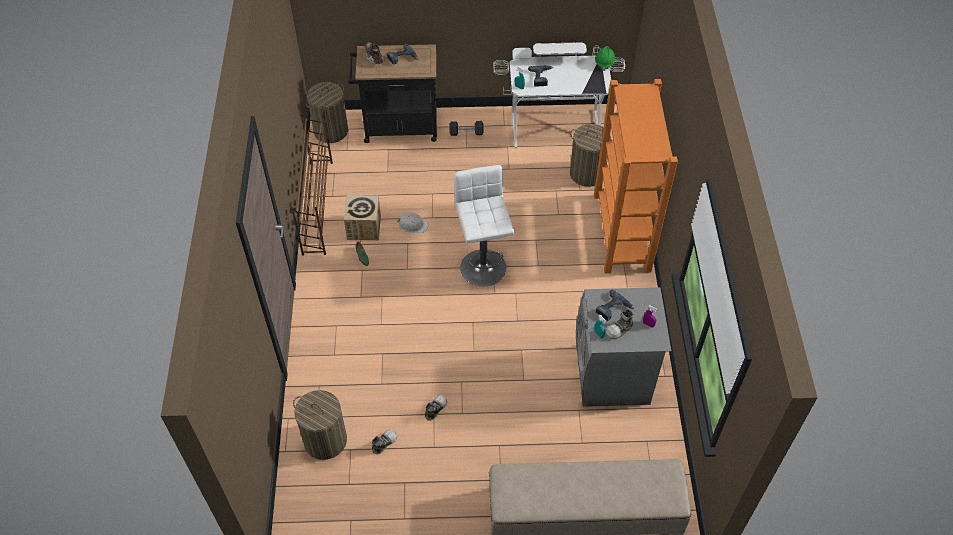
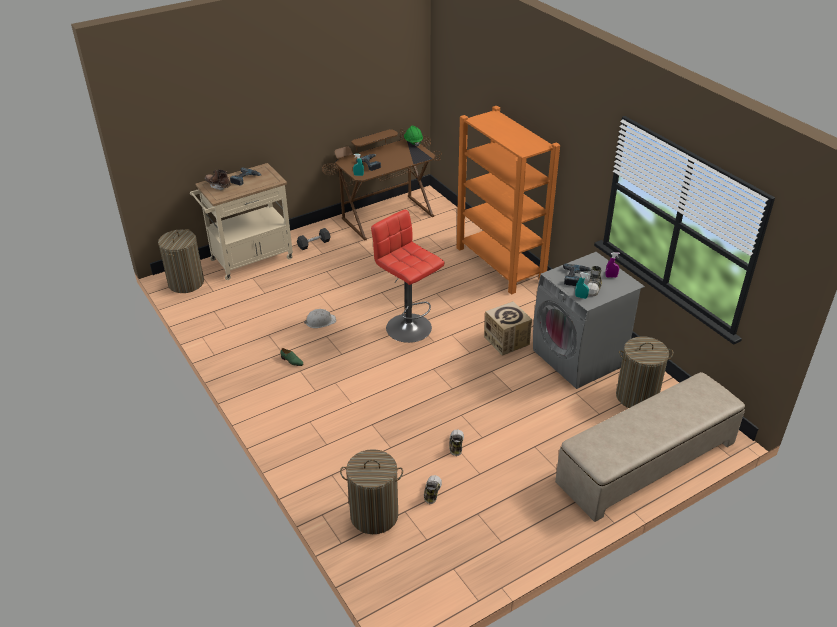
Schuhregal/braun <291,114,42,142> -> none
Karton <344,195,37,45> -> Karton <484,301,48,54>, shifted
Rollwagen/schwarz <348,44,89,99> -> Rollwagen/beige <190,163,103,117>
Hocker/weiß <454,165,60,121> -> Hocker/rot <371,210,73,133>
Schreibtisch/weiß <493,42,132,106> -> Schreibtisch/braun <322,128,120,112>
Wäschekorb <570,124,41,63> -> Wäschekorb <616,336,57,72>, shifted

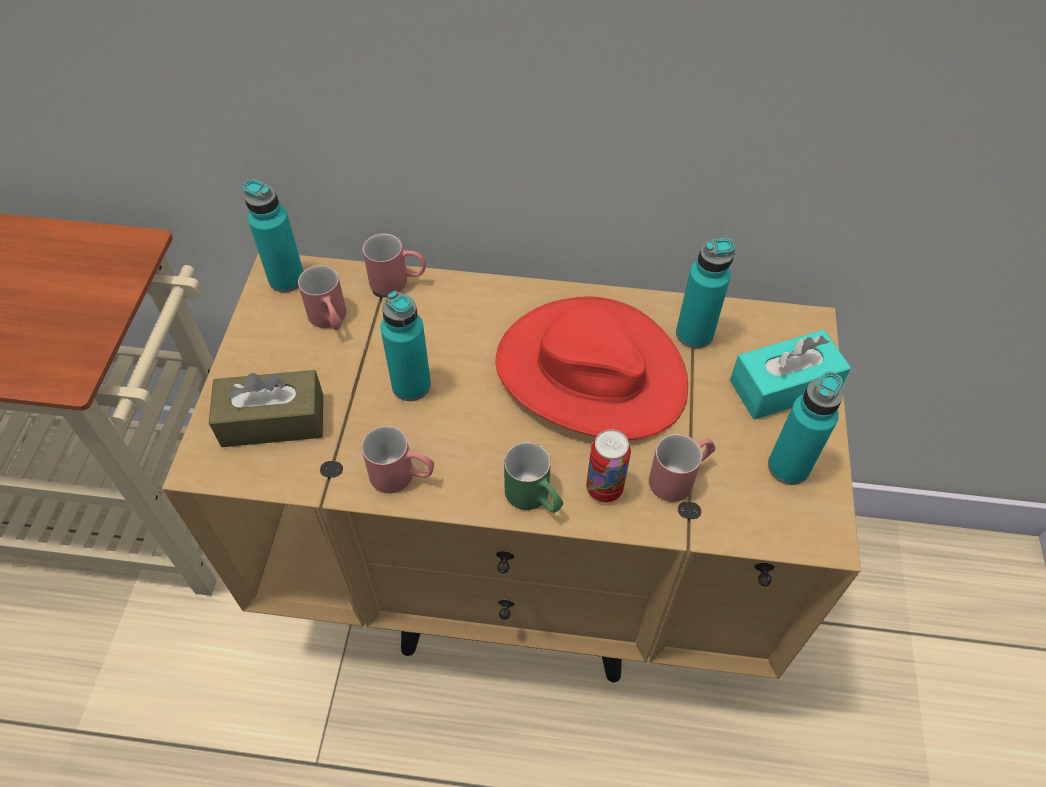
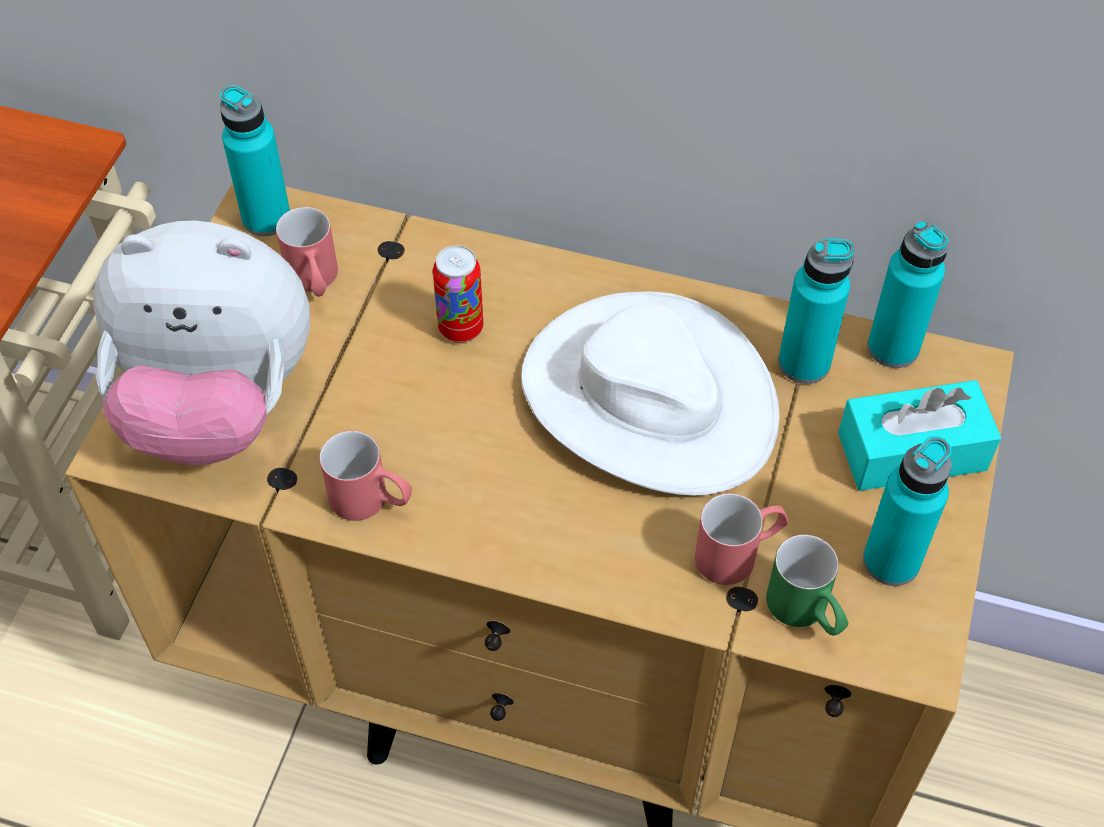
Taschentuchbox/braun <209,370,114,77> -> Plüschtier <93,221,217,244>
Henkelbecher/rot <363,234,63,61> -> none
Flasche/türkis <380,291,51,110> -> Flasche/türkis <867,221,81,147>, shifted
Hut/rot <496,296,192,144> -> Hut/weiß <521,291,259,205>
Henkelbecher/grün <504,442,59,71> -> Henkelbecher/grün <766,534,82,102>, shifted
Dose <586,429,45,74> -> Dose <433,245,50,98>, shifted

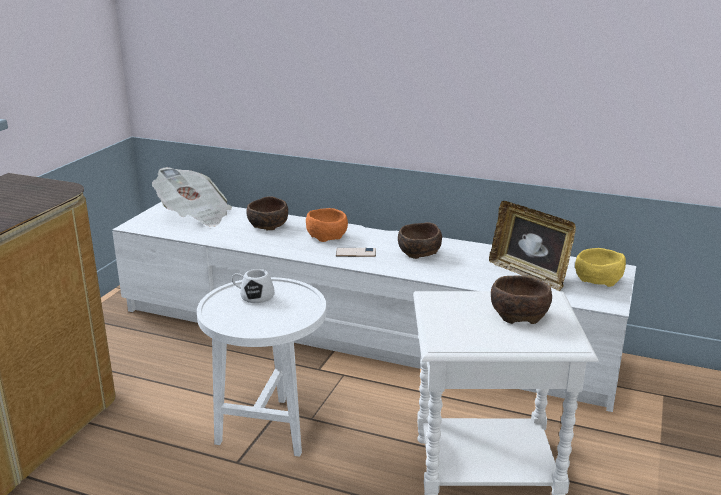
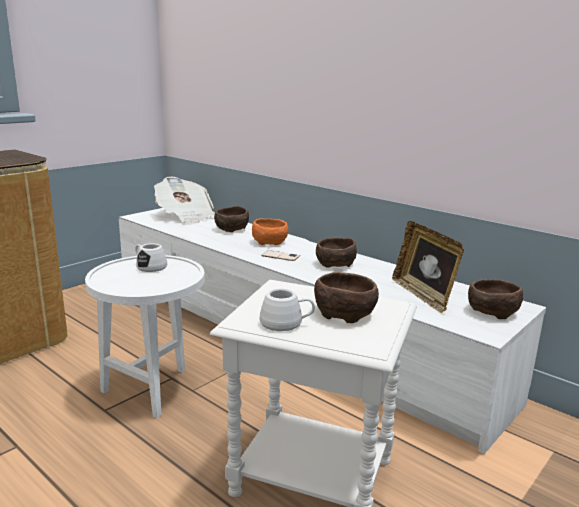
Schüssel/gelb <575,248,51,39> -> Schüssel/braun <468,279,55,40>
none -> Henkelbecher/weiß <259,289,56,42>

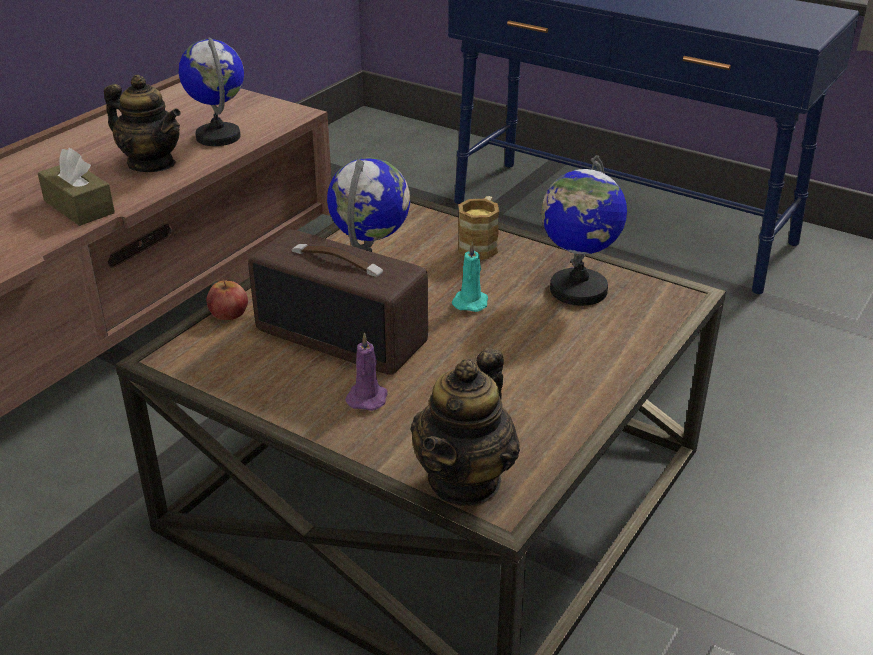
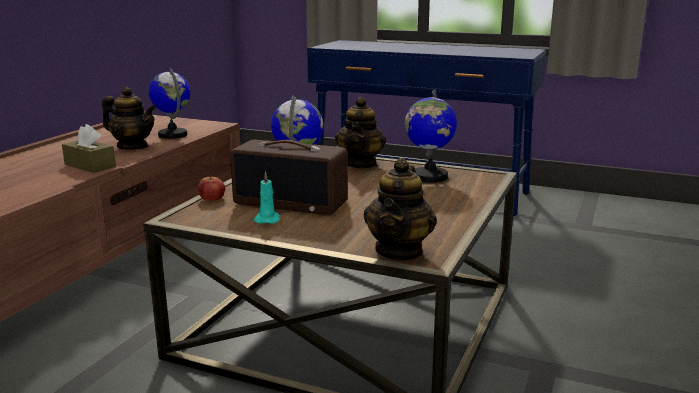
Kerze/lila <345,332,43,79> -> none
Kerze/türkis <452,242,36,70> -> Kerze/türkis <254,171,26,53>, shifted
Henkelbecher <458,196,41,63> -> Teekanne <335,97,51,72>

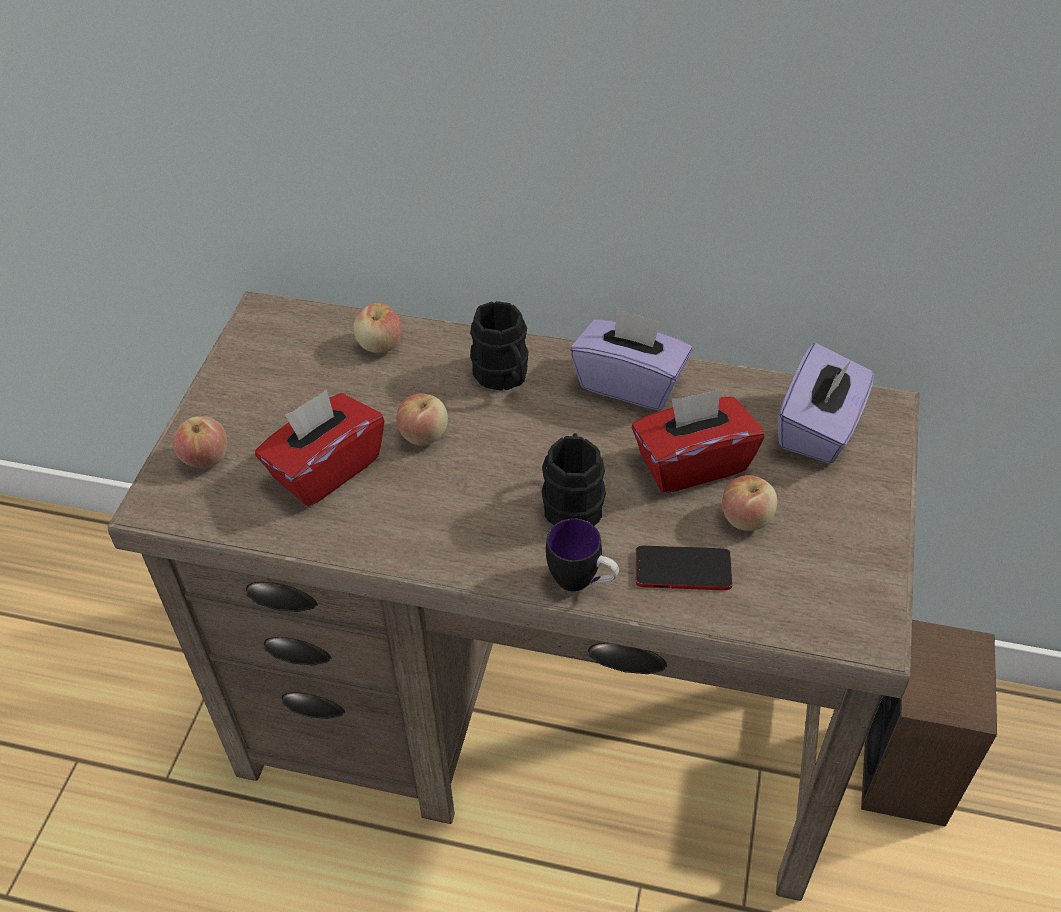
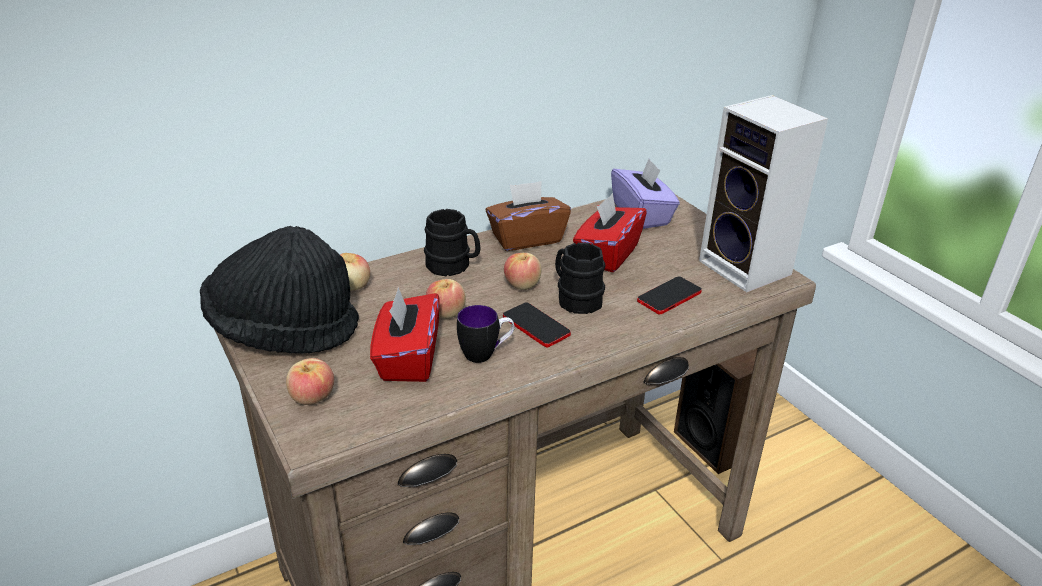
Henkelbecher <546,519,73,72> -> Henkelbecher <457,305,58,58>, shifted
Taschentuchbox/lila <570,308,122,102> -> Taschentuchbox/braun <486,181,85,70>
Apfel <722,475,55,56> -> Apfel <504,253,38,37>, shifted
none -> Hut/schwarz <200,226,159,128>
none -> Handy <503,302,68,45>
none -> Lautsprecher <699,95,129,197>

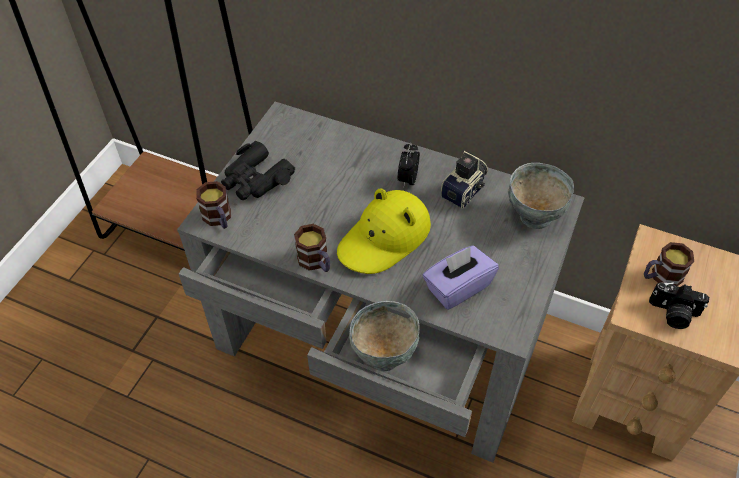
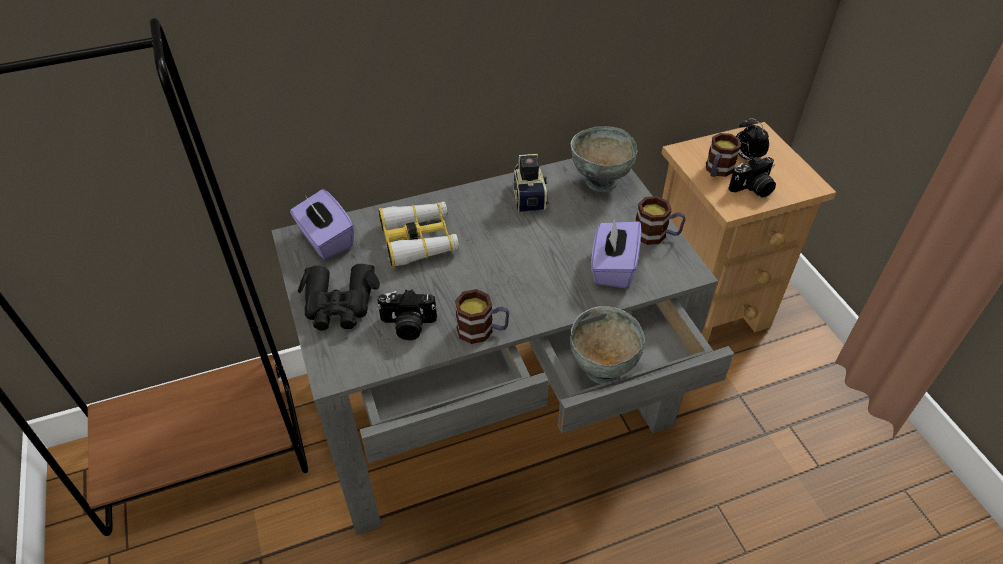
Henkelbecher <196,181,35,48> -> Henkelbecher <636,196,50,49>, shifted
Hut/gelb <337,189,94,85> -> none
Wecker <398,143,22,44> -> Wecker <736,118,33,42>, shifted
none -> Taschentuchbox/lila <290,189,64,70>
none -> Kamera <377,290,60,50>
none -> Fernglas <378,201,81,67>

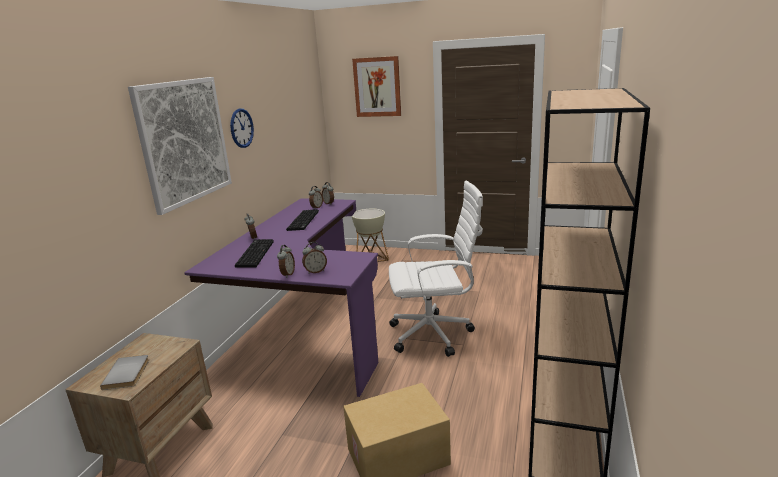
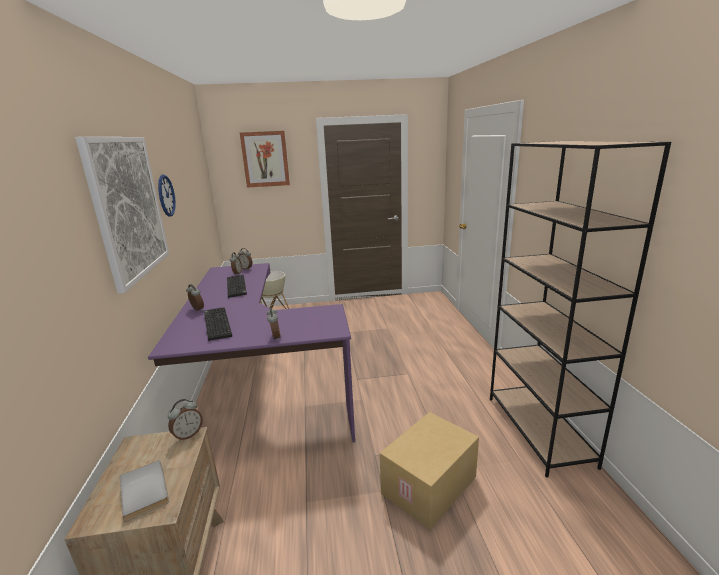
Wecker <302,242,25,32> -> Wecker <168,399,35,42>, shifted
Bürostuhl/weiß <389,181,94,176> -> none

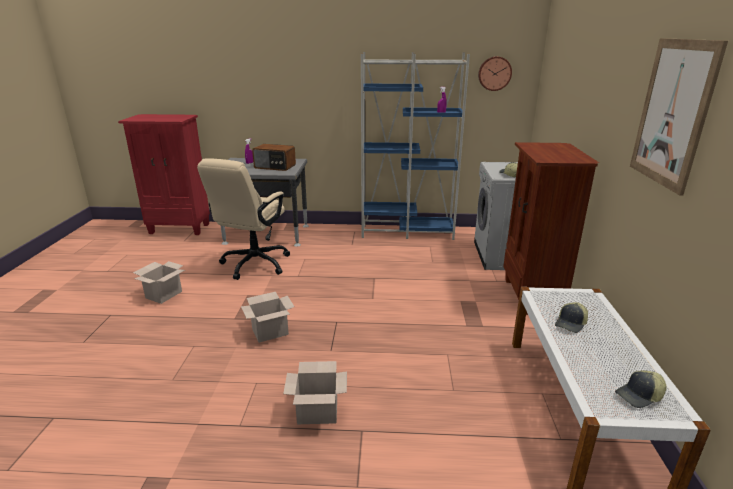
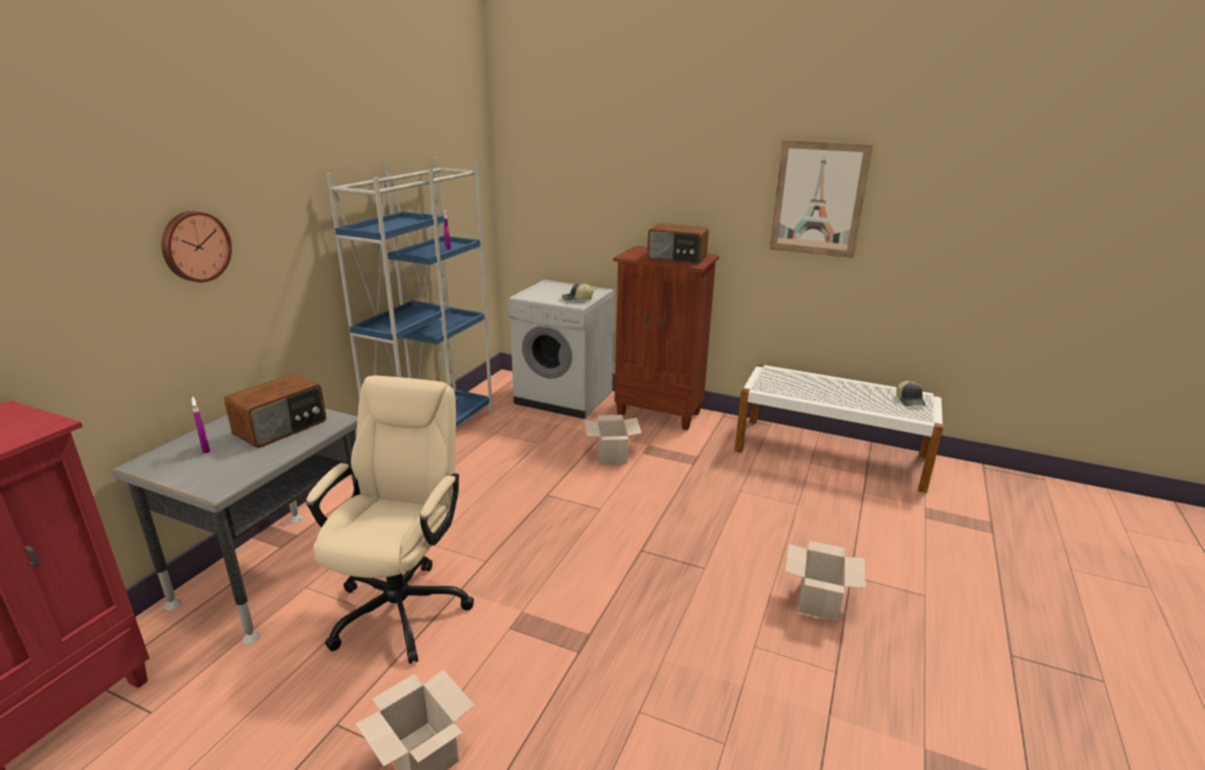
Bürostuhl/beige <197,158,93,122> -> Bürostuhl/beige <306,376,168,288>, 120 degrees counterclockwise
Karton <241,292,54,51> -> Karton <584,415,58,50>, shifted
Wanduhr <478,56,34,35> -> Wanduhr <162,211,70,71>, shifted
Kappe <555,302,33,31> -> none
none -> Radio <647,223,62,42>

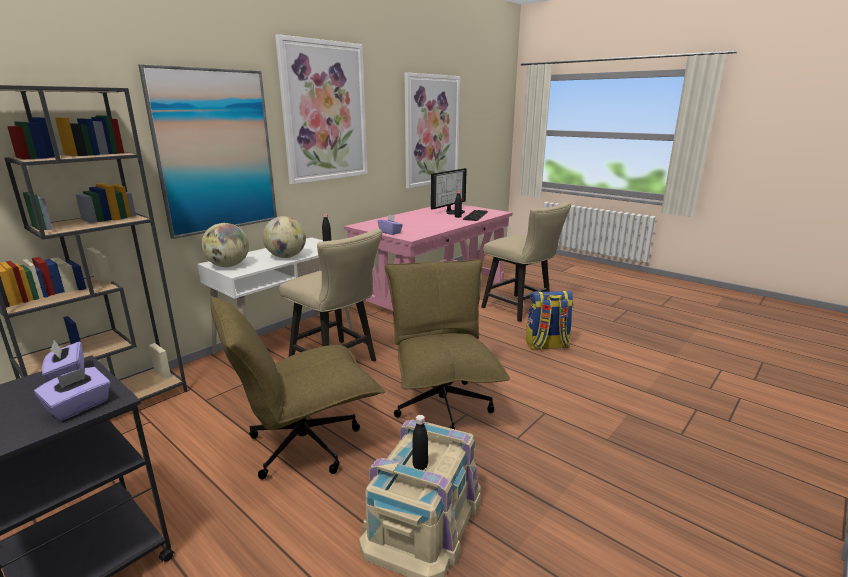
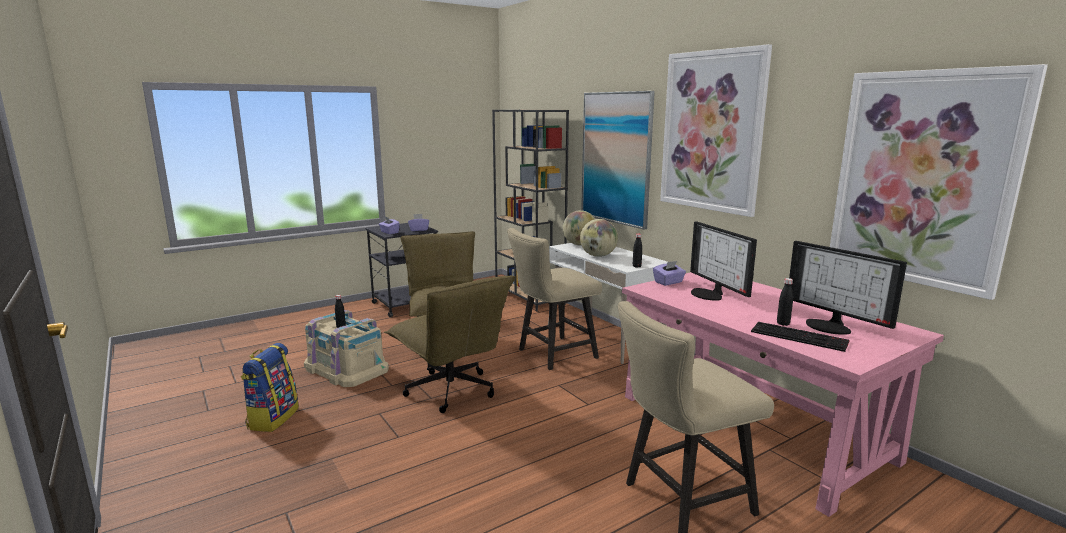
Bürostuhl/beige <384,259,126,170> -> Bürostuhl/beige <384,275,132,138>, 45 degrees clockwise
Rucksack <526,291,48,59> -> Rucksack <241,343,58,89>, shifted
none -> Monitor <690,221,67,80>

